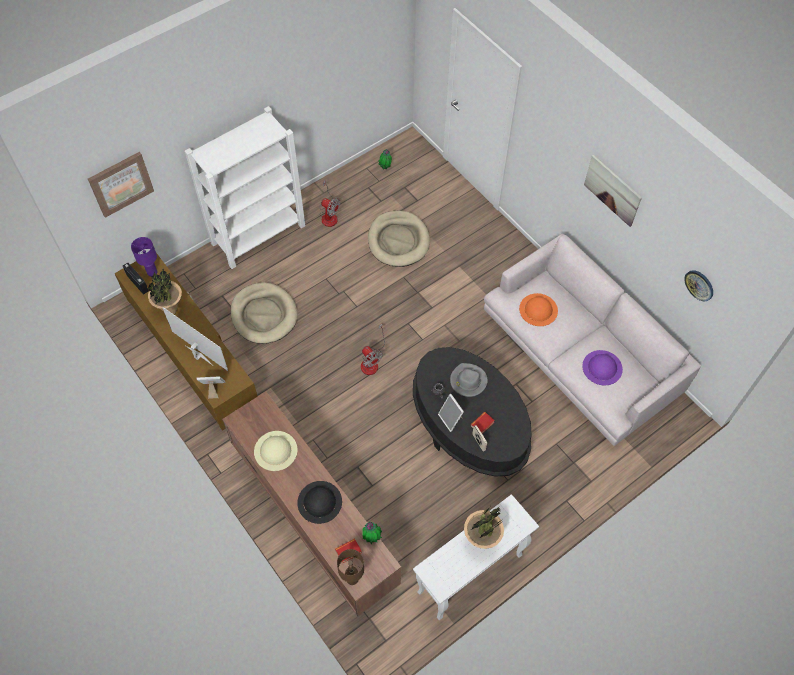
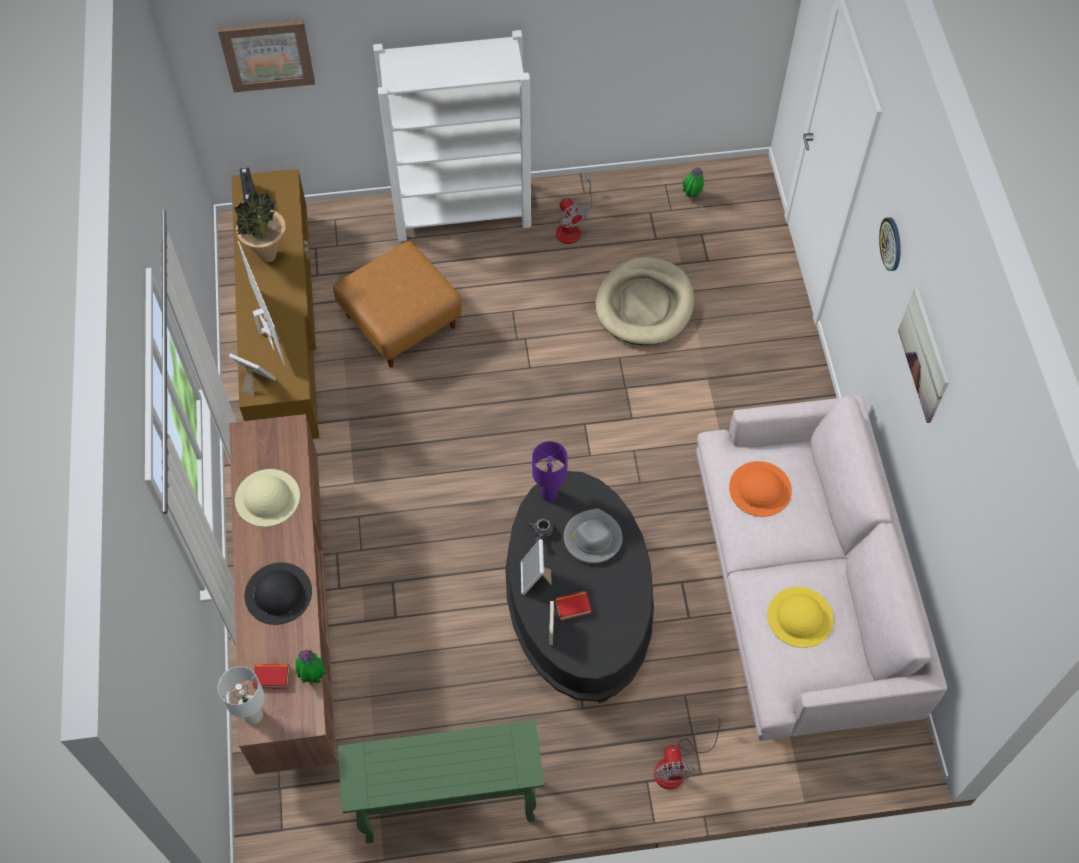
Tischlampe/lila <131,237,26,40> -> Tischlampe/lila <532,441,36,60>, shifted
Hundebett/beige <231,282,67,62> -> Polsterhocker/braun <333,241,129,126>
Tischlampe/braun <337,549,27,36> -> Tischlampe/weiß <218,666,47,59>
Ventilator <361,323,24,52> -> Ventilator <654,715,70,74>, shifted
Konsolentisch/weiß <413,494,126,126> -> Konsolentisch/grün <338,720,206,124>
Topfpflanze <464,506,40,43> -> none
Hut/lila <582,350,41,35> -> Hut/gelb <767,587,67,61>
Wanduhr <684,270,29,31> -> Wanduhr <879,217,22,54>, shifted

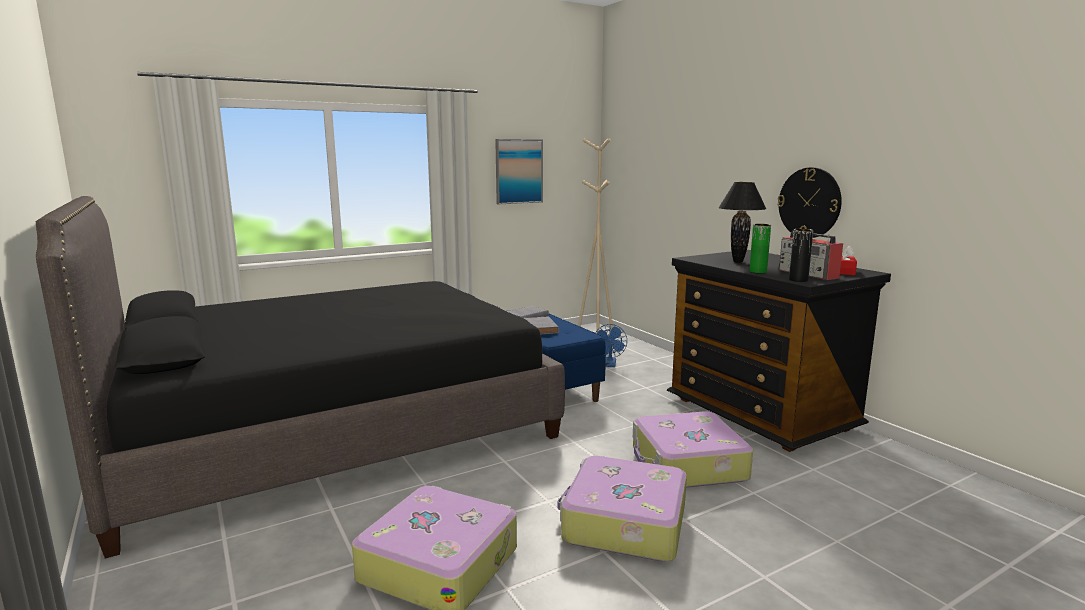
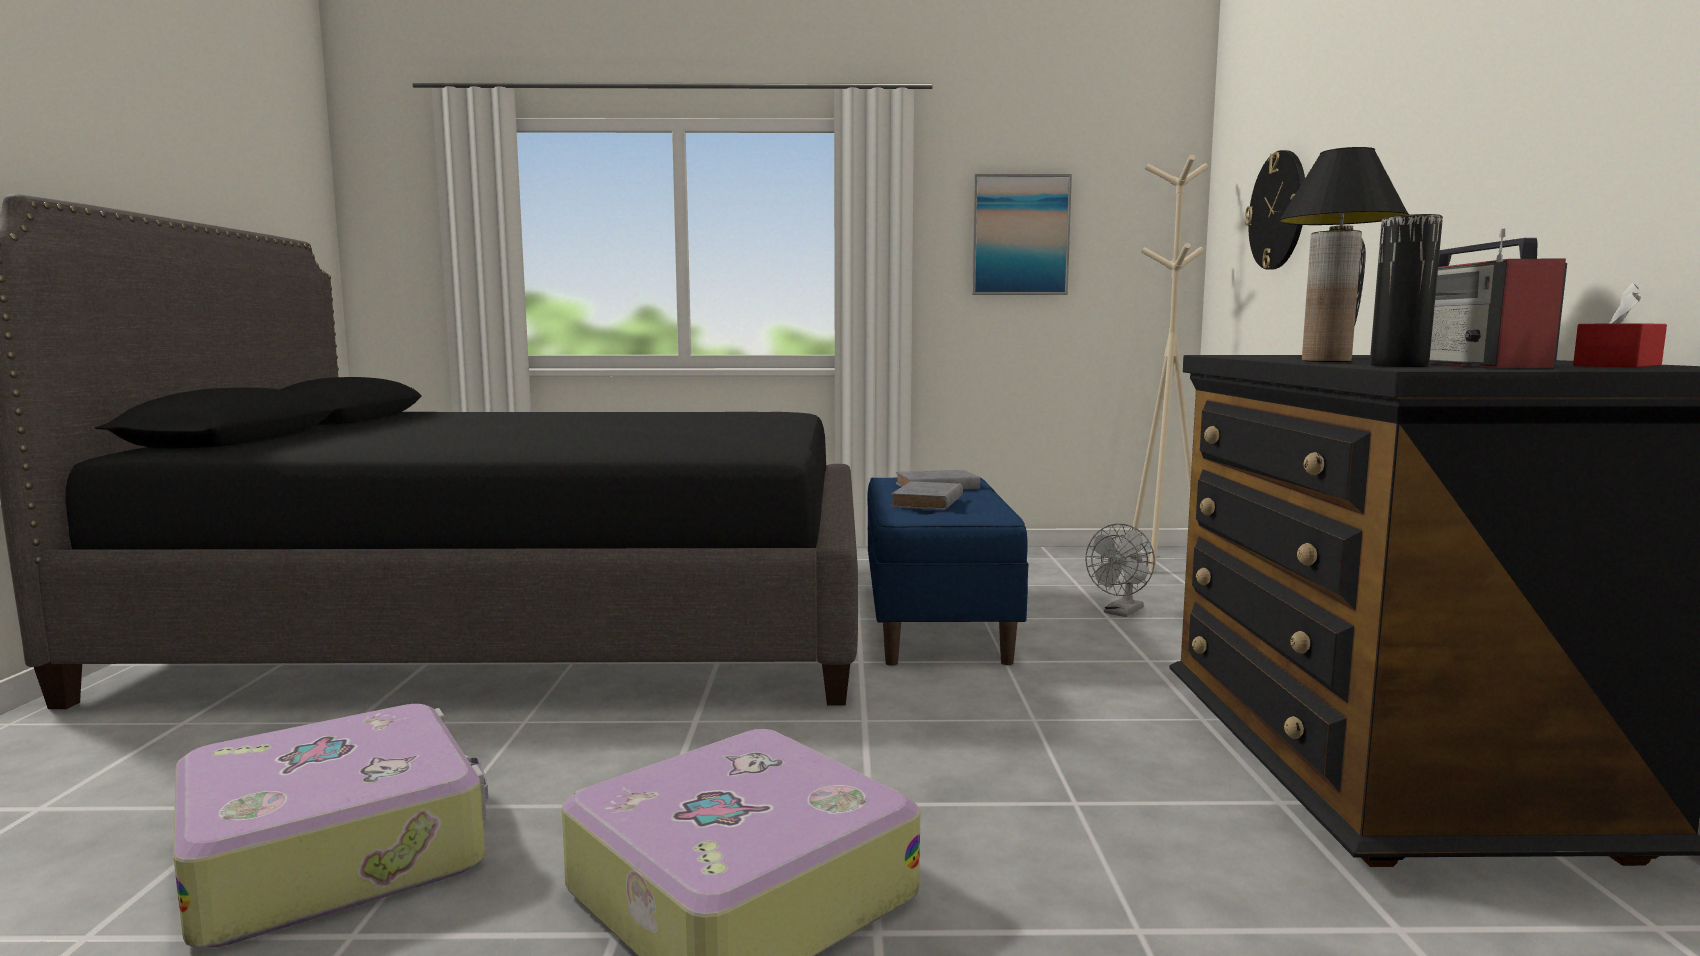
Ventilator/blau <595,324,32,43> -> Ventilator/grau <1086,524,69,93>
Koffer <633,411,120,77> -> none
Vase/grün <749,224,22,49> -> Vase/braun <1302,230,60,132>
Wanduhr <777,167,65,71> -> Wanduhr <1245,150,60,120>, shifted

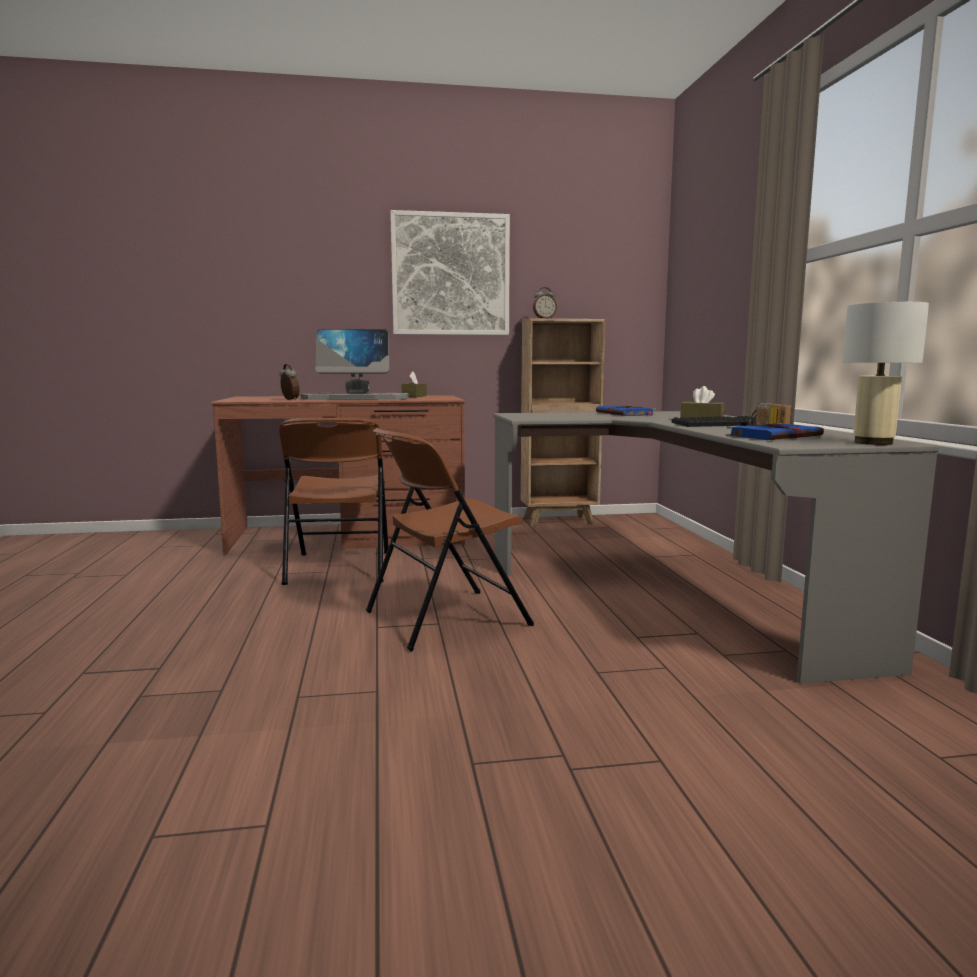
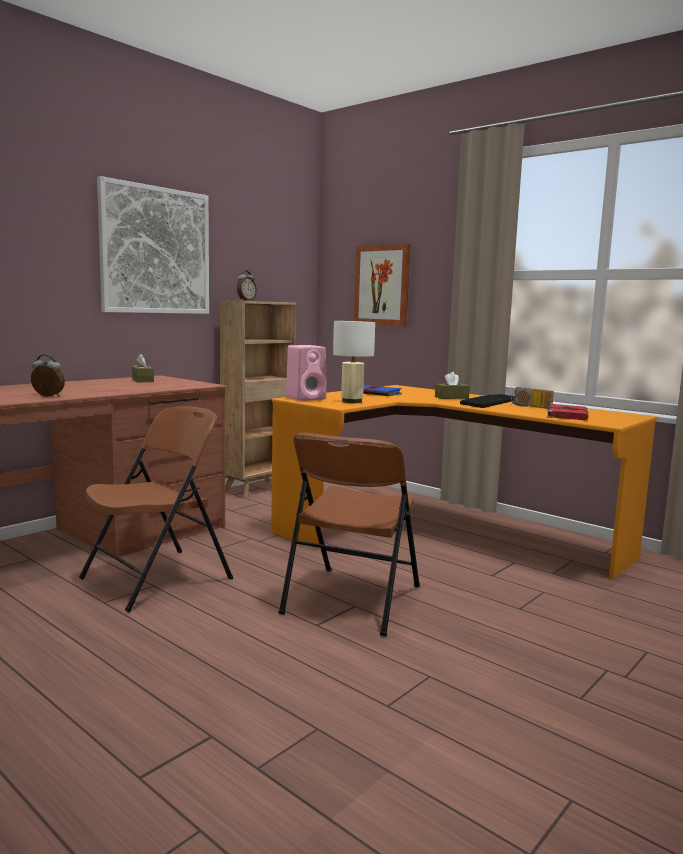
Stuhl/braun <279,418,109,167> -> Stuhl/braun <79,406,154,207>, 90 degrees counterclockwise
Monitor <301,329,108,71> -> none
Schreibtisch/grau <493,411,446,273> -> Schreibtisch/orange <271,385,386,195>
Buch/blau <726,423,98,17> -> Buch/rot <547,404,41,16>
Tischlampe/weiß <842,302,87,143> -> Tischlampe/weiß <333,321,42,82>, shifted
none -> Lautsprecher/rosa <286,345,41,56>
none -> Bild <354,244,57,82>

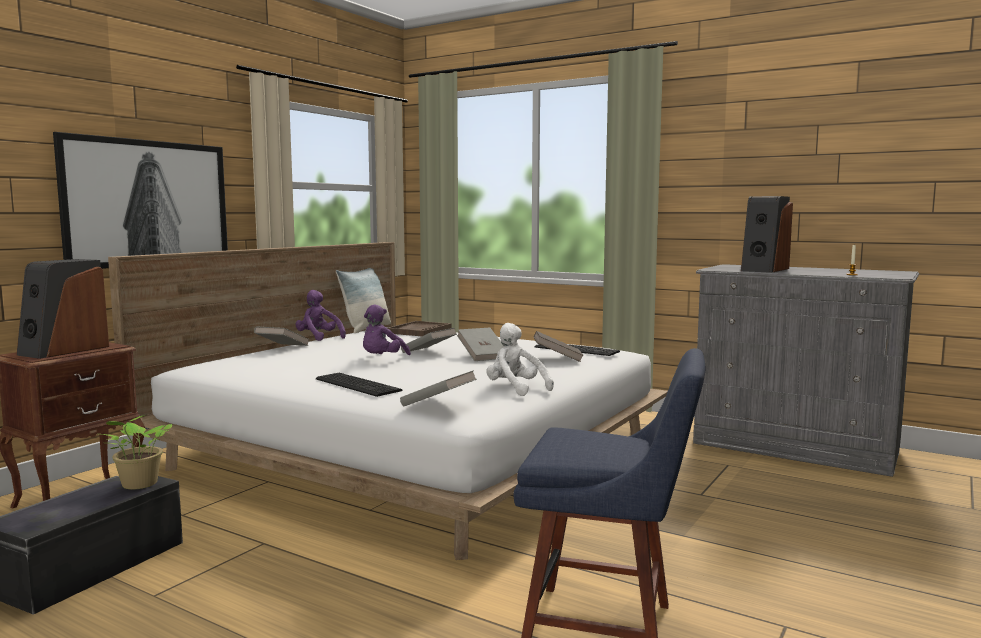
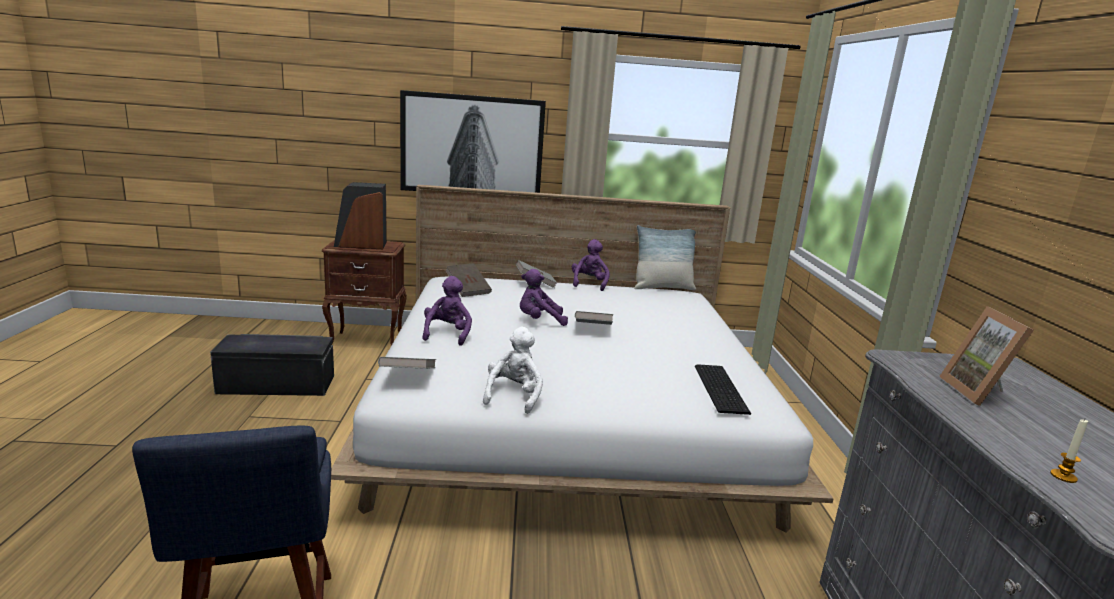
Topfpflanze <101,415,71,75> -> none
Tastatur <316,373,87,24> -> Plüschtier/lila <422,276,50,70>
Tablett/braun <388,321,63,15> -> none
Buch/grau <457,328,48,33> -> none
Buch/braun <533,331,51,31> -> Buch/braun <446,263,46,34>, shifted
Lautsprecher <741,196,52,77> -> Bilderrahmen <939,306,95,100>

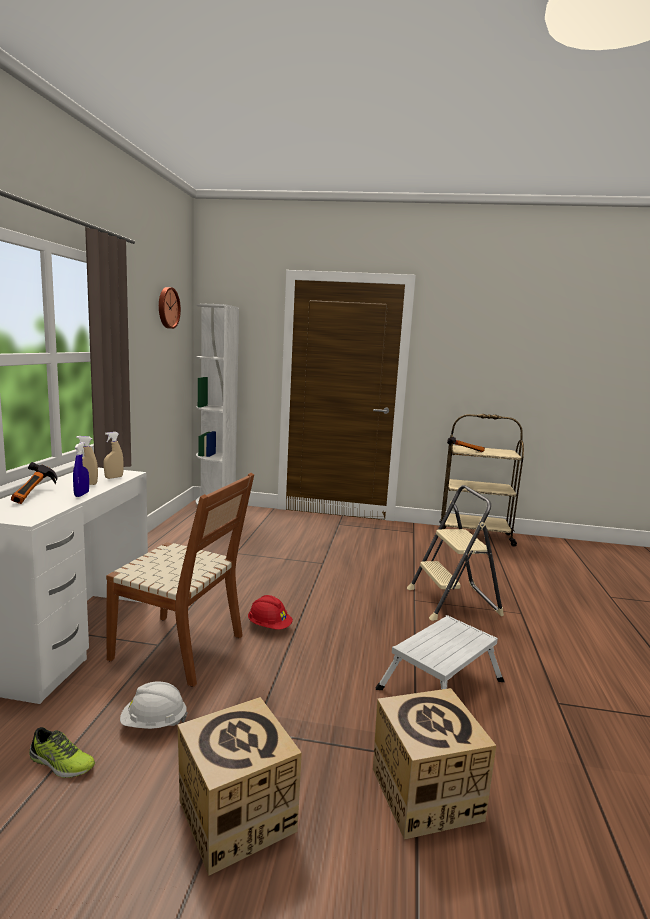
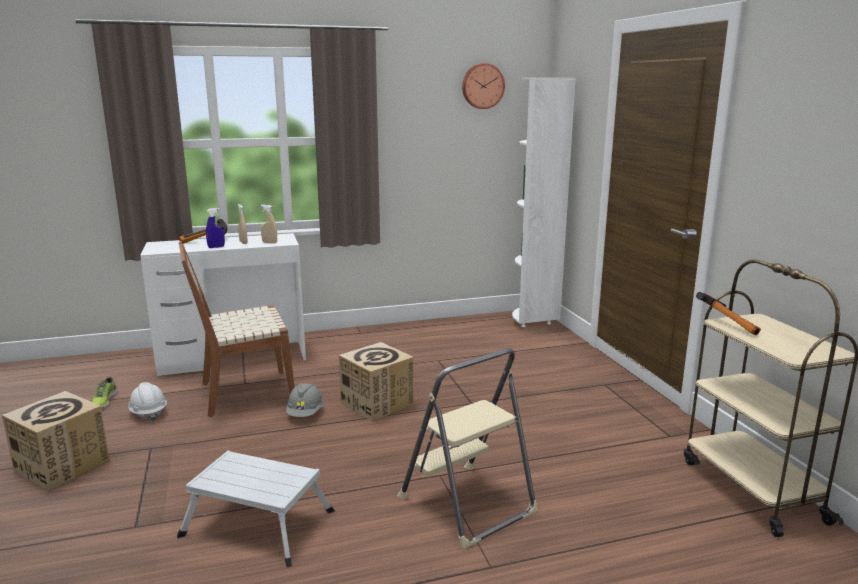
Stuhl <106,473,148,214> -> Stuhl <179,241,116,176>, 75 degrees clockwise
Schutzhelm/rot <248,595,45,35> -> Schutzhelm/grau <286,383,38,34>
Karton <373,688,123,152> -> Karton <339,342,75,80>, shifted

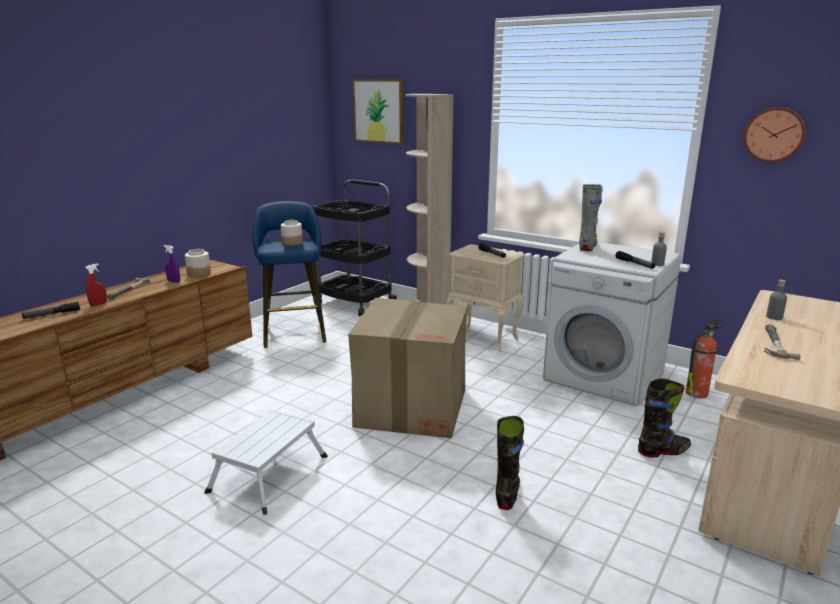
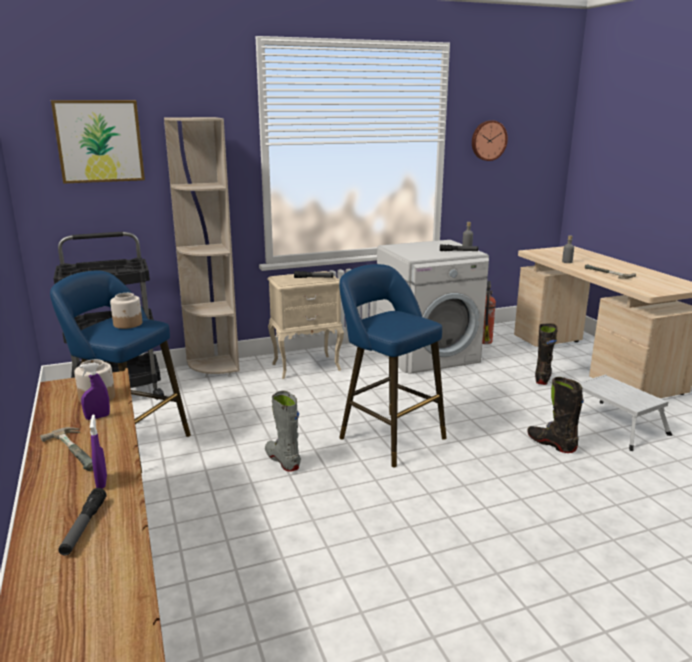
Sprühflasche/rot <86,263,21,43> -> Sprühflasche/lila <90,415,17,74>
Trittleiter/weiß <204,410,124,105> -> Trittleiter/weiß <578,375,94,76>, shifted
Karton <348,298,120,140> -> Hocker/blau <339,264,108,203>
Stiefel/grau <579,184,24,67> -> Stiefel/grau <265,391,36,81>, shifted

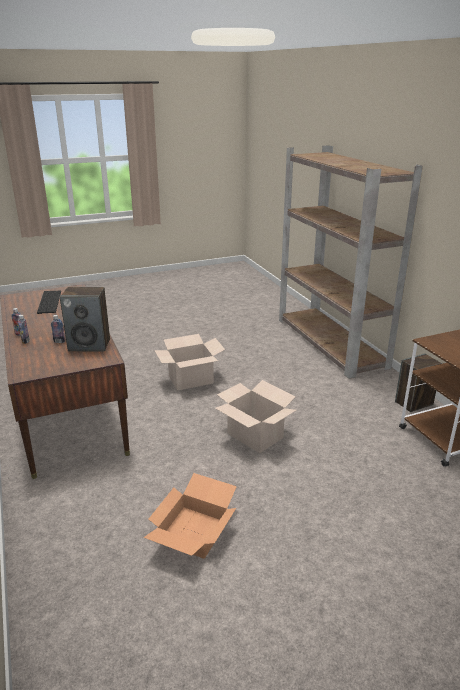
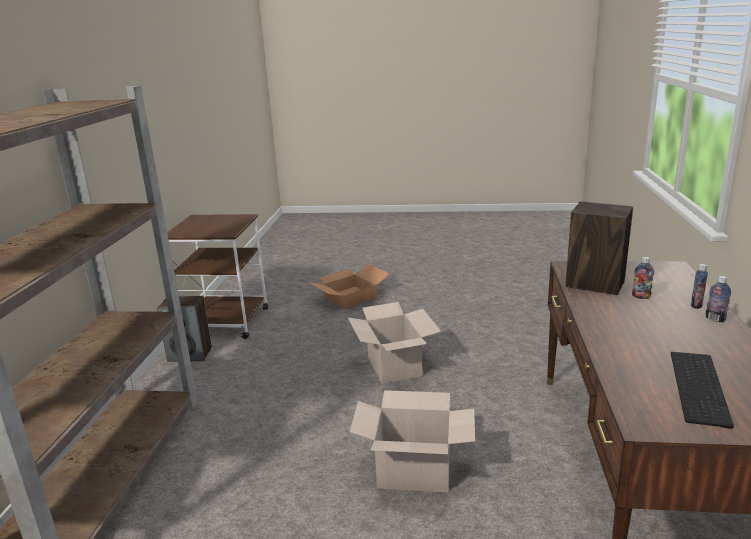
Karton <143,473,94,86> -> Karton <308,264,82,45>, shifted

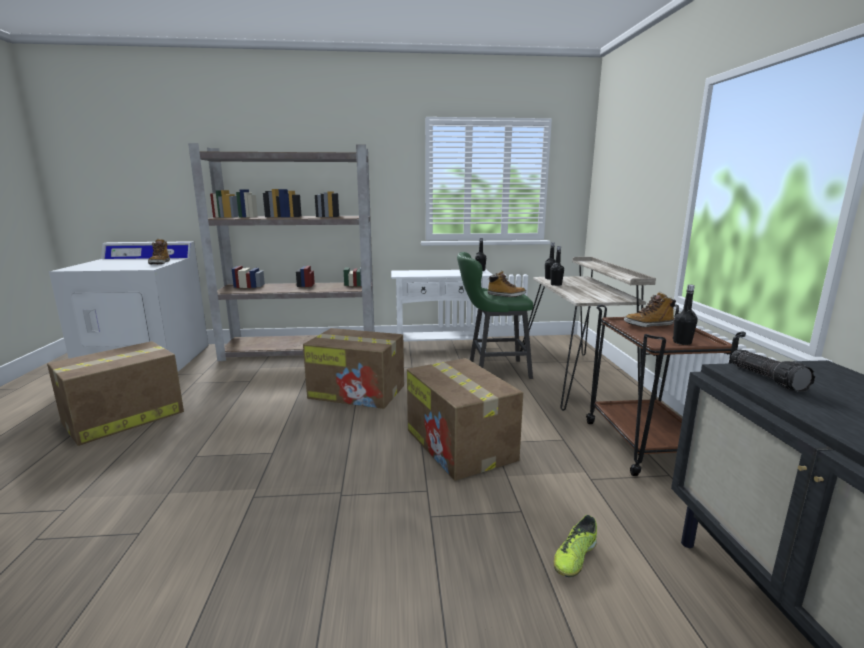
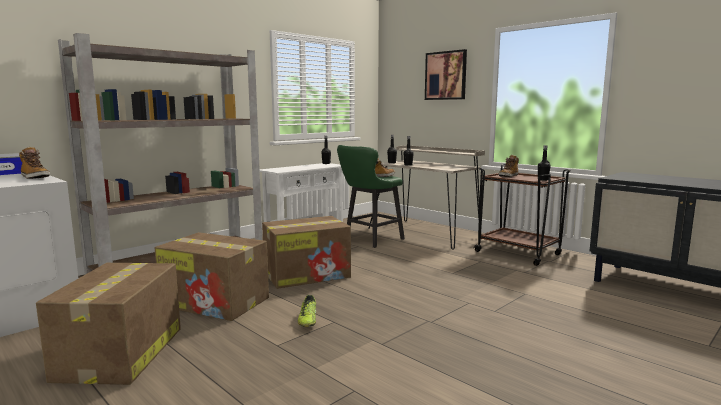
Karton <407,358,116,123> -> Karton <155,232,114,89>, shifted
Schuh <554,515,43,62> -> Schuh <298,295,18,32>, shifted
Taschenlampe <731,350,84,42> -> none
none -> Bild <425,49,42,51>

